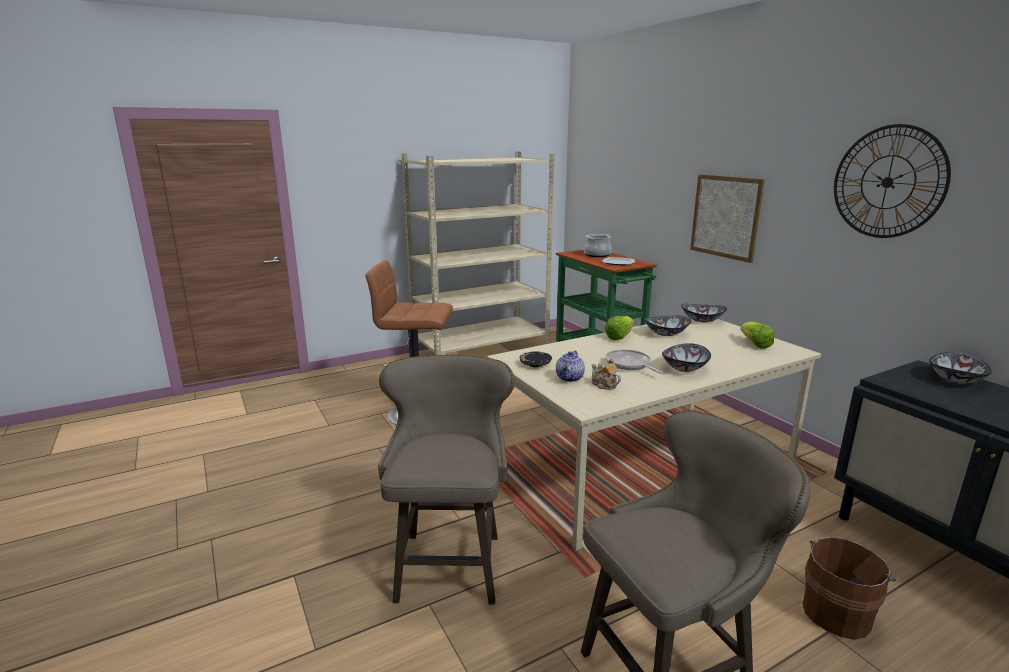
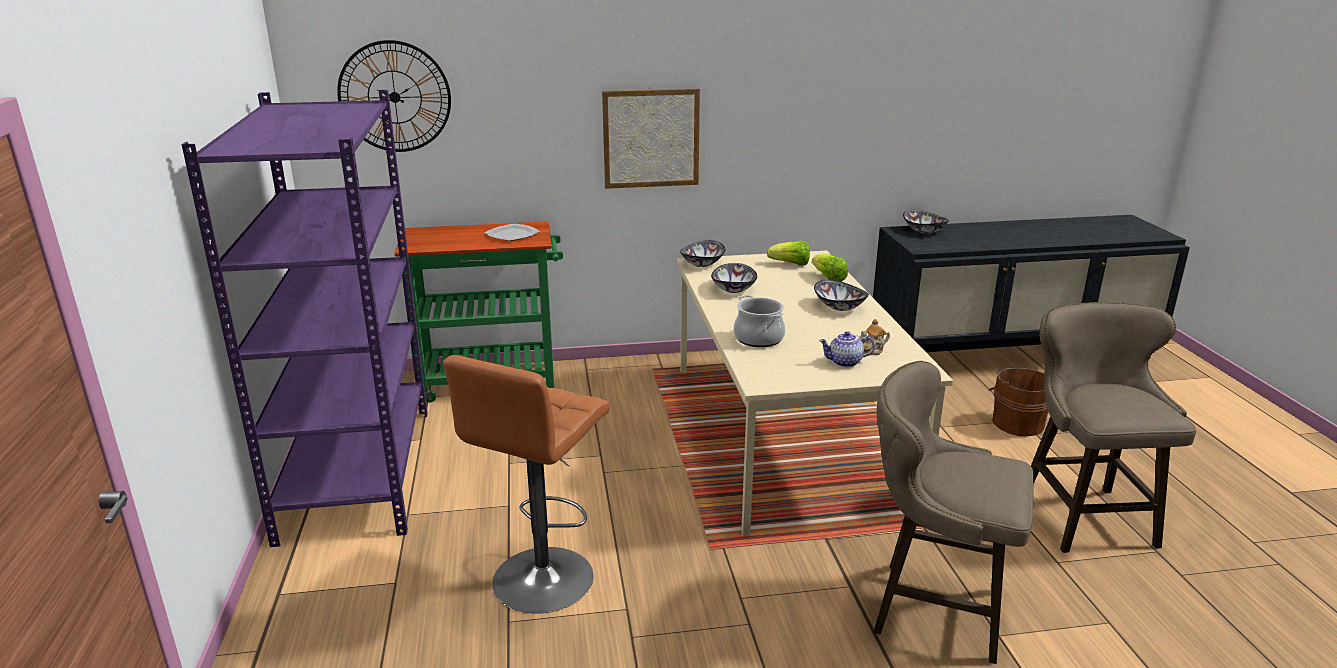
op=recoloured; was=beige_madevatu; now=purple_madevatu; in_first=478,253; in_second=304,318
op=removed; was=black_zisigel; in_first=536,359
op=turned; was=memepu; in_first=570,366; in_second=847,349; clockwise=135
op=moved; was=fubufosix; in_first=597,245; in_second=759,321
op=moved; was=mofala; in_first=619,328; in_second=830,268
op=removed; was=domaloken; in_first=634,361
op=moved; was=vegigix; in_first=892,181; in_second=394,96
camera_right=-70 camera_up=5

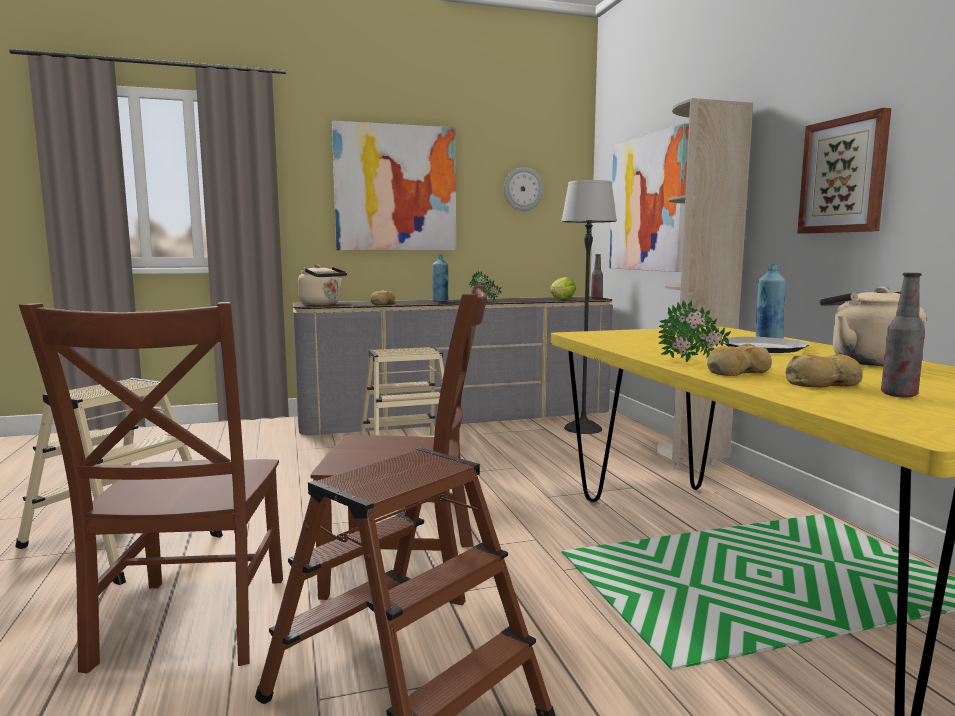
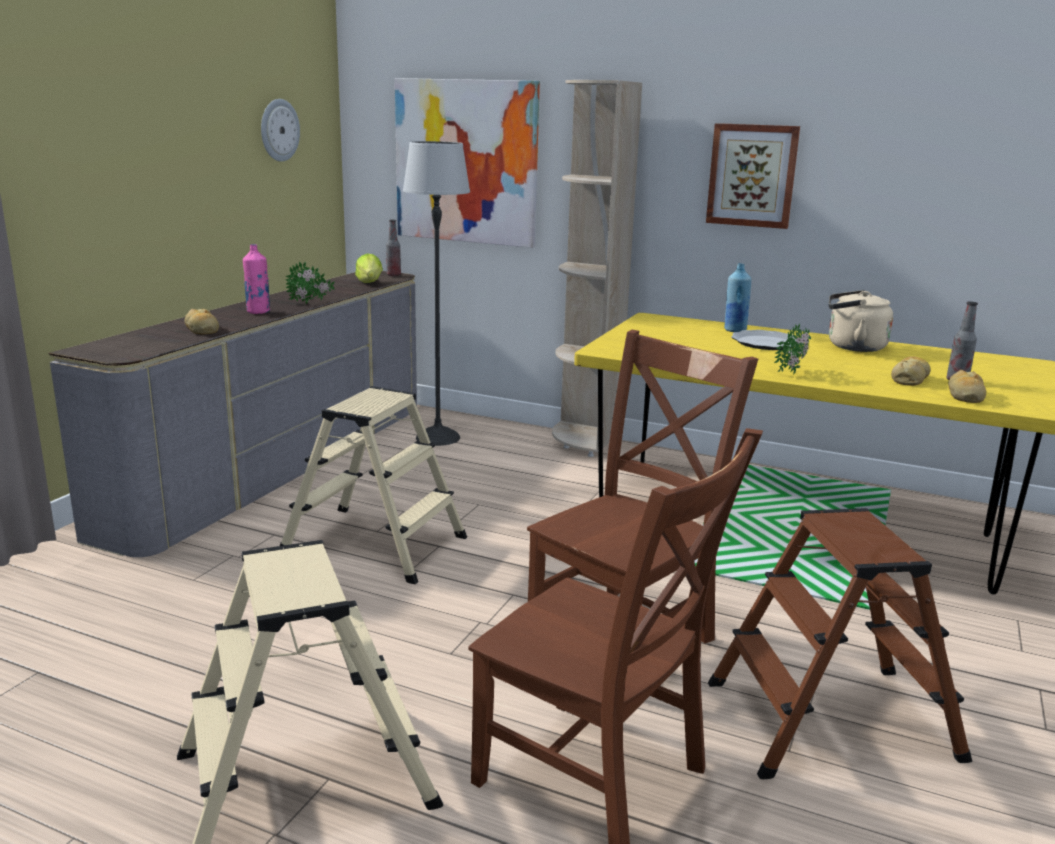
op=removed; was=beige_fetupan; in_first=322,285
op=removed; was=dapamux; in_first=394,185
op=recoloured; was=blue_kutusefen; now=pink_kutusefen; in_first=440,278; in_second=256,279
op=moved; was=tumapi; in_first=739,360; in_second=967,386
camera_right=-50 camera_up=10

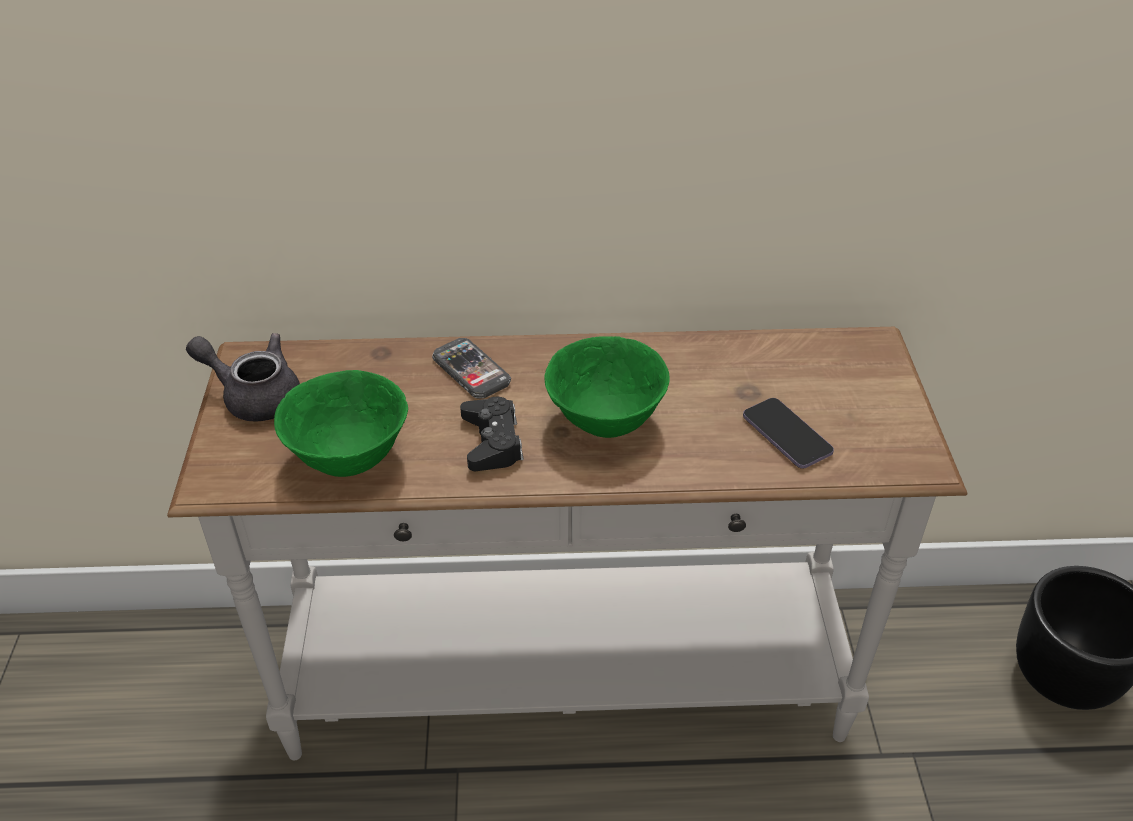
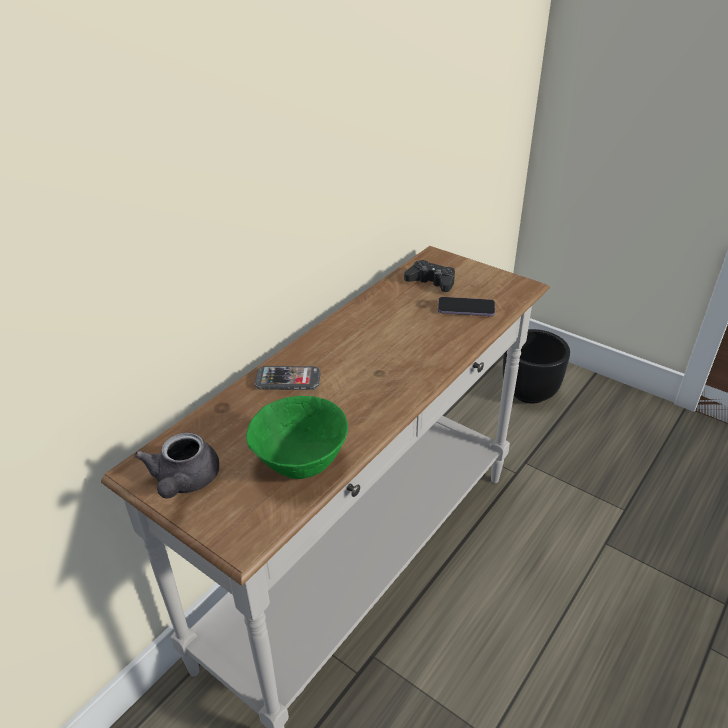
op=turned; was=grey_memepu; in_first=243,377; in_second=176,465; clockwise=-60
op=moved; was=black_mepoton; in_first=492,434; in_second=429,276
op=removed; was=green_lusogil; in_first=607,387
camera_right=-50 camera_up=-5

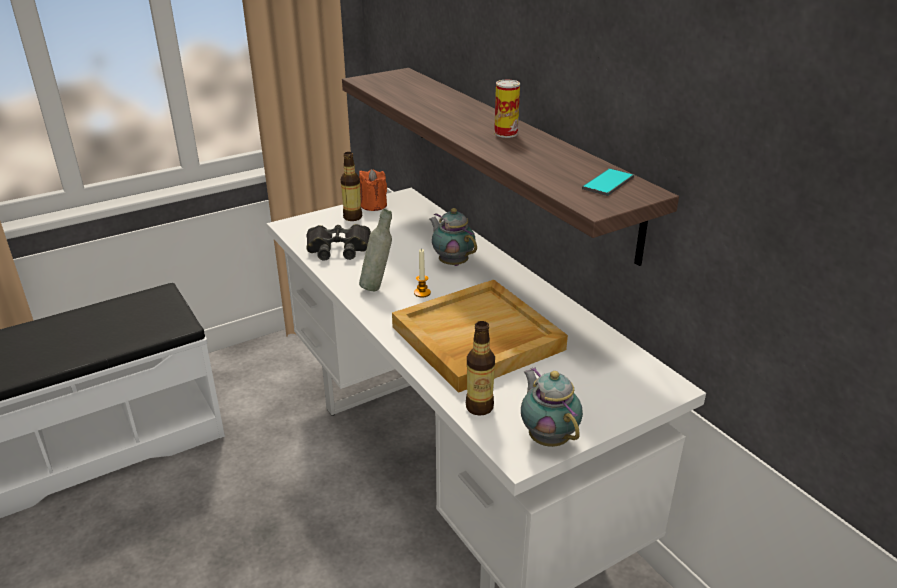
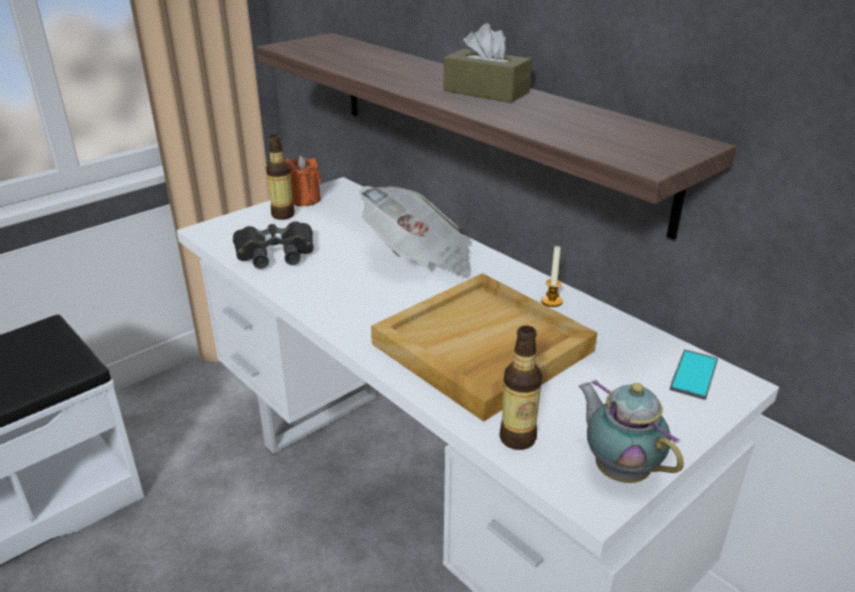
op=removed; was=grey_kutusefen; in_first=375,250
op=moved; was=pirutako; in_first=422,273; in_second=552,276
op=replaced; was=memepu; now=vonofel; in_first=453,237; in_second=415,231
op=replaced; was=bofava; now=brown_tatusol; in_first=507,109; in_second=488,63
op=moved; was=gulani; in_first=608,182; in_second=694,375
camera_right=-10 camera_up=0

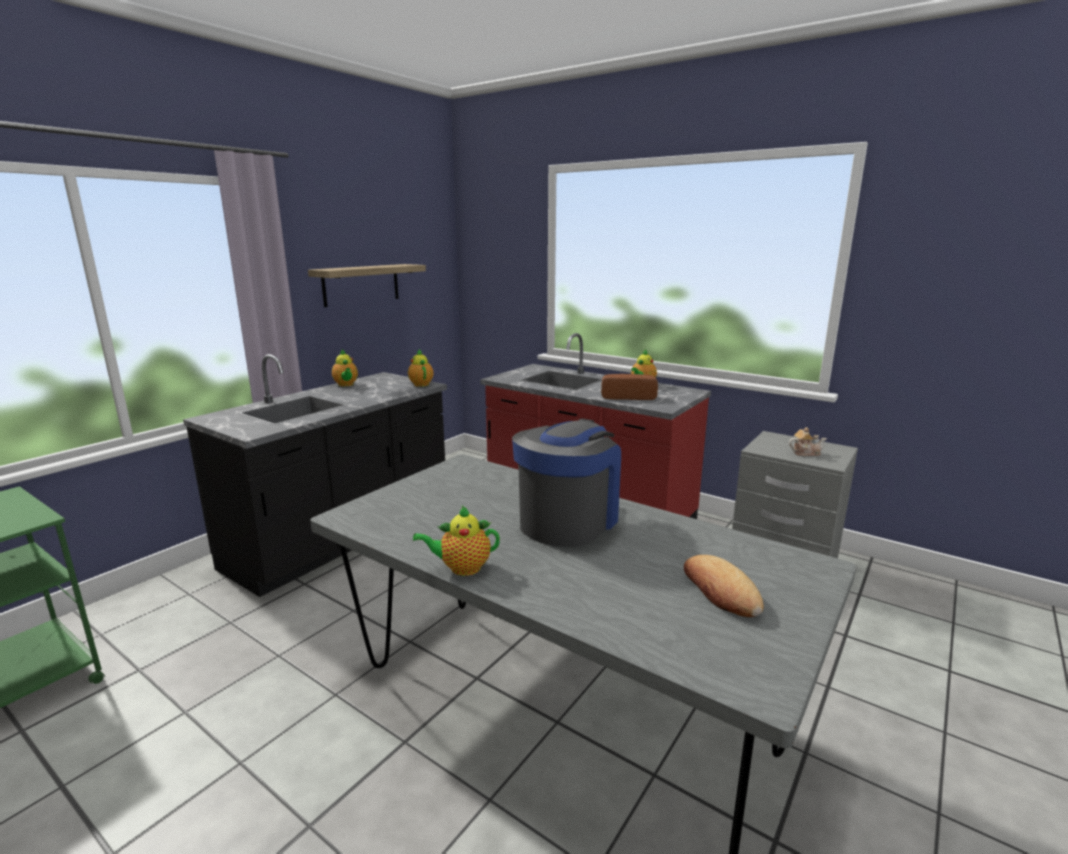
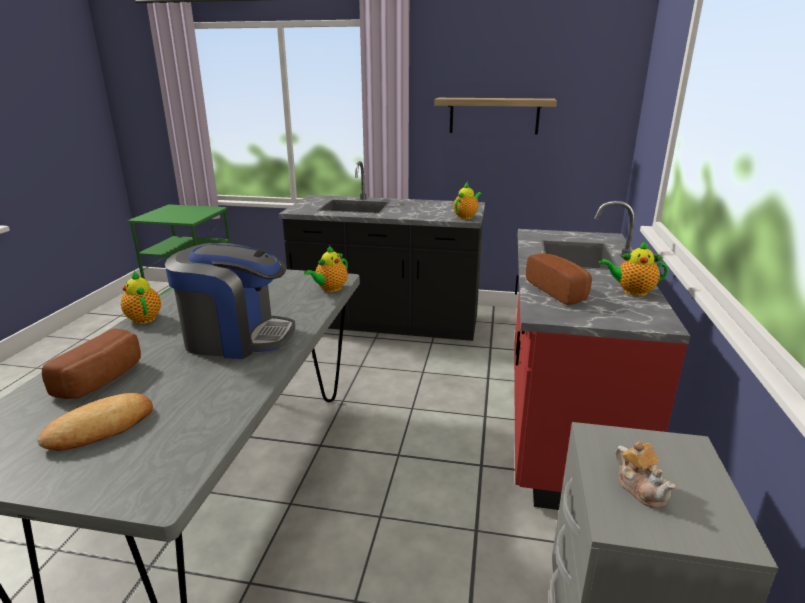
op=moved; was=memepu; in_first=345,367; in_second=326,269
op=added; now=tumapi; in_second=91,363
camera_right=65 camera_up=5

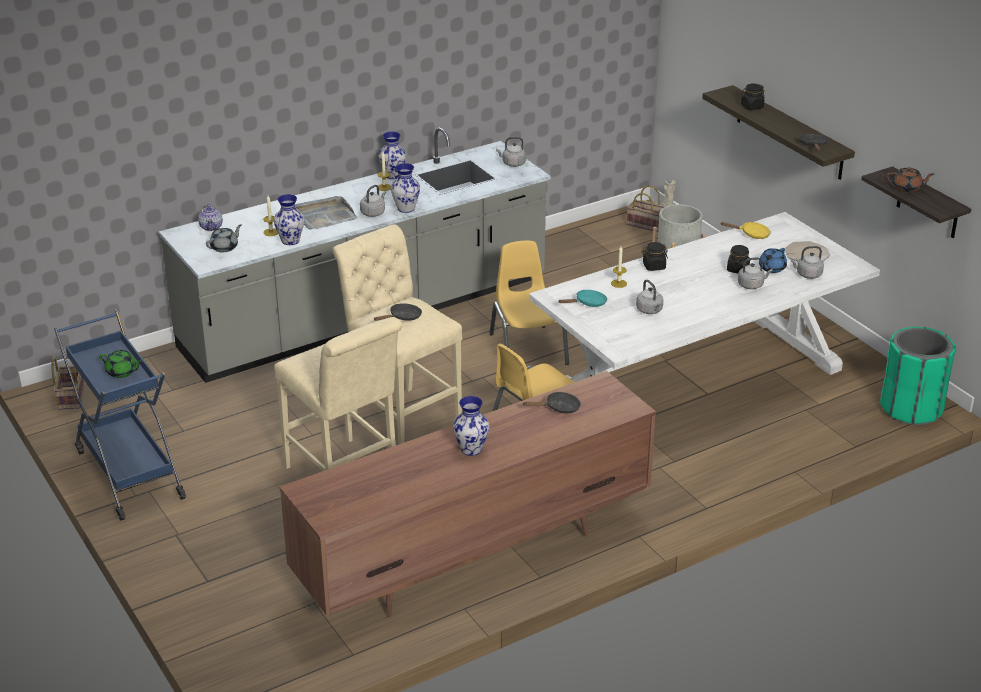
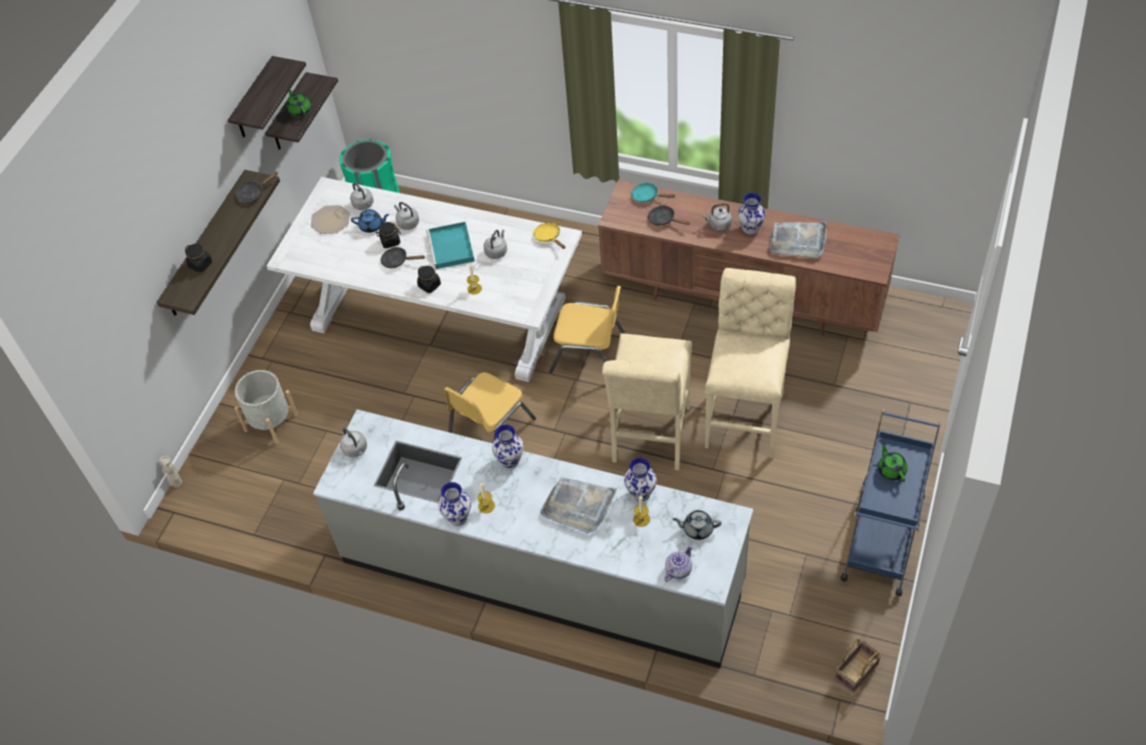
op=moved; was=grey_fetupan; in_first=373,201; in_second=717,217
op=moved; was=black_domaloken; in_first=398,312; in_second=402,257
op=moved; was=turquoise_domaloken; in_first=582,298; in_second=653,193
op=removed; was=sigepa; in_first=646,208
op=moved; was=yellow_domaloken; in_first=746,230; in_second=549,236
op=recoloured; was=brown_memepu; now=green_memepu; in_first=910,180; in_second=298,103
op=added; now=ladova; in_second=267,97
op=added; now=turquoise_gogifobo; in_second=450,245
op=added; now=grey_gogifobo; in_second=798,239
camera_right=-125 camera_up=20

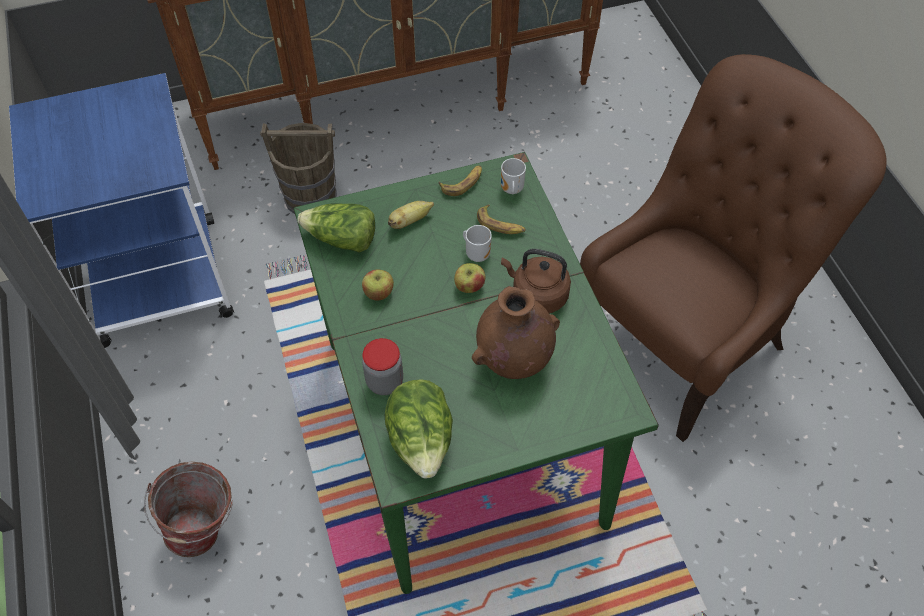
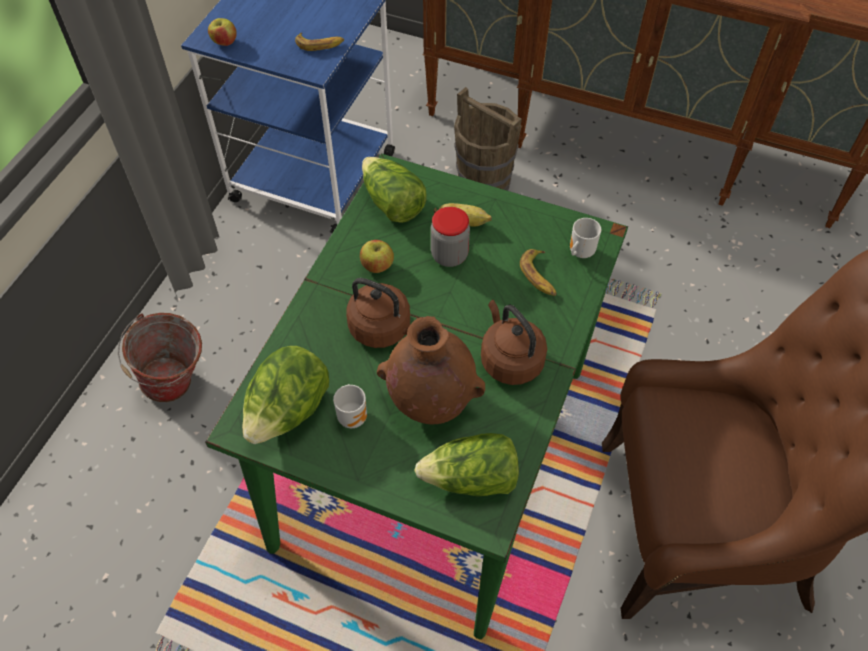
op=moved; was=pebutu; in_first=382,366; in_second=450,237
op=moved; was=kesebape; in_first=460,180; in_second=319,42
op=moved; was=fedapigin; in_first=469,278; in_second=222,32
op=moved; was=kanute; in_first=477,243; in_second=350,406
op=added; now=brown_fetupan; in_second=378,313
op=added; now=mofala; in_second=466,465
camera_right=40 camera_up=0

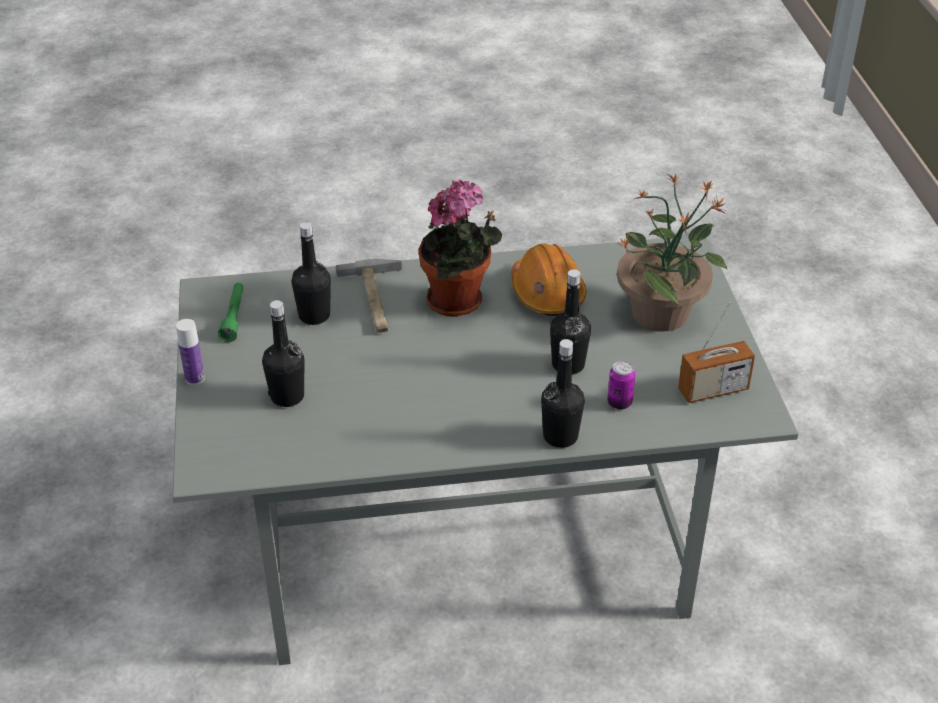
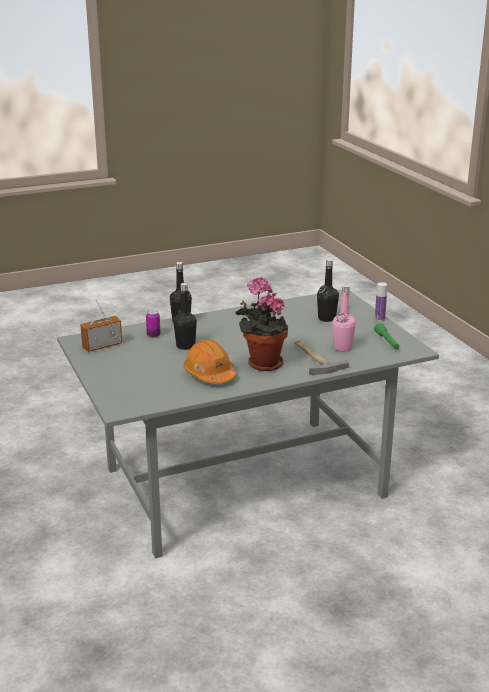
op=recoloured; was=black_kutusefen; now=pink_kutusefen; in_first=311,273; in_second=344,318
op=removed; was=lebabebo; in_first=672,253
camera_right=165 camera_up=-15

